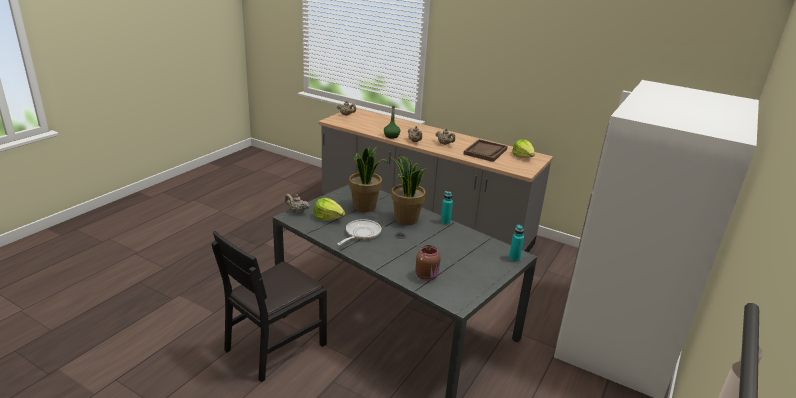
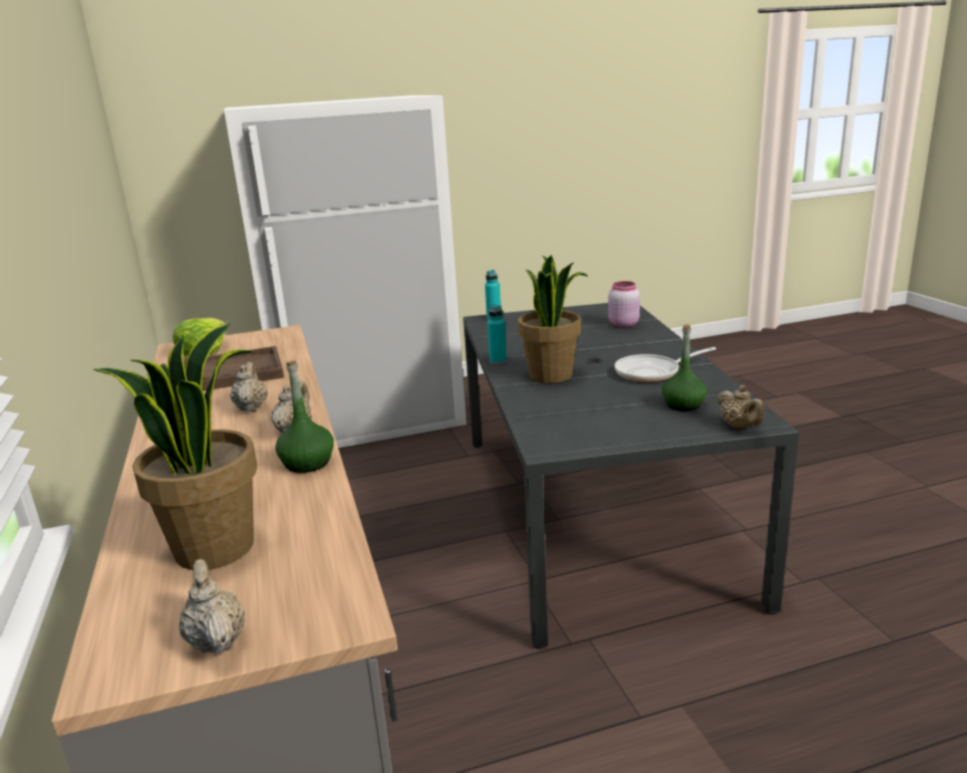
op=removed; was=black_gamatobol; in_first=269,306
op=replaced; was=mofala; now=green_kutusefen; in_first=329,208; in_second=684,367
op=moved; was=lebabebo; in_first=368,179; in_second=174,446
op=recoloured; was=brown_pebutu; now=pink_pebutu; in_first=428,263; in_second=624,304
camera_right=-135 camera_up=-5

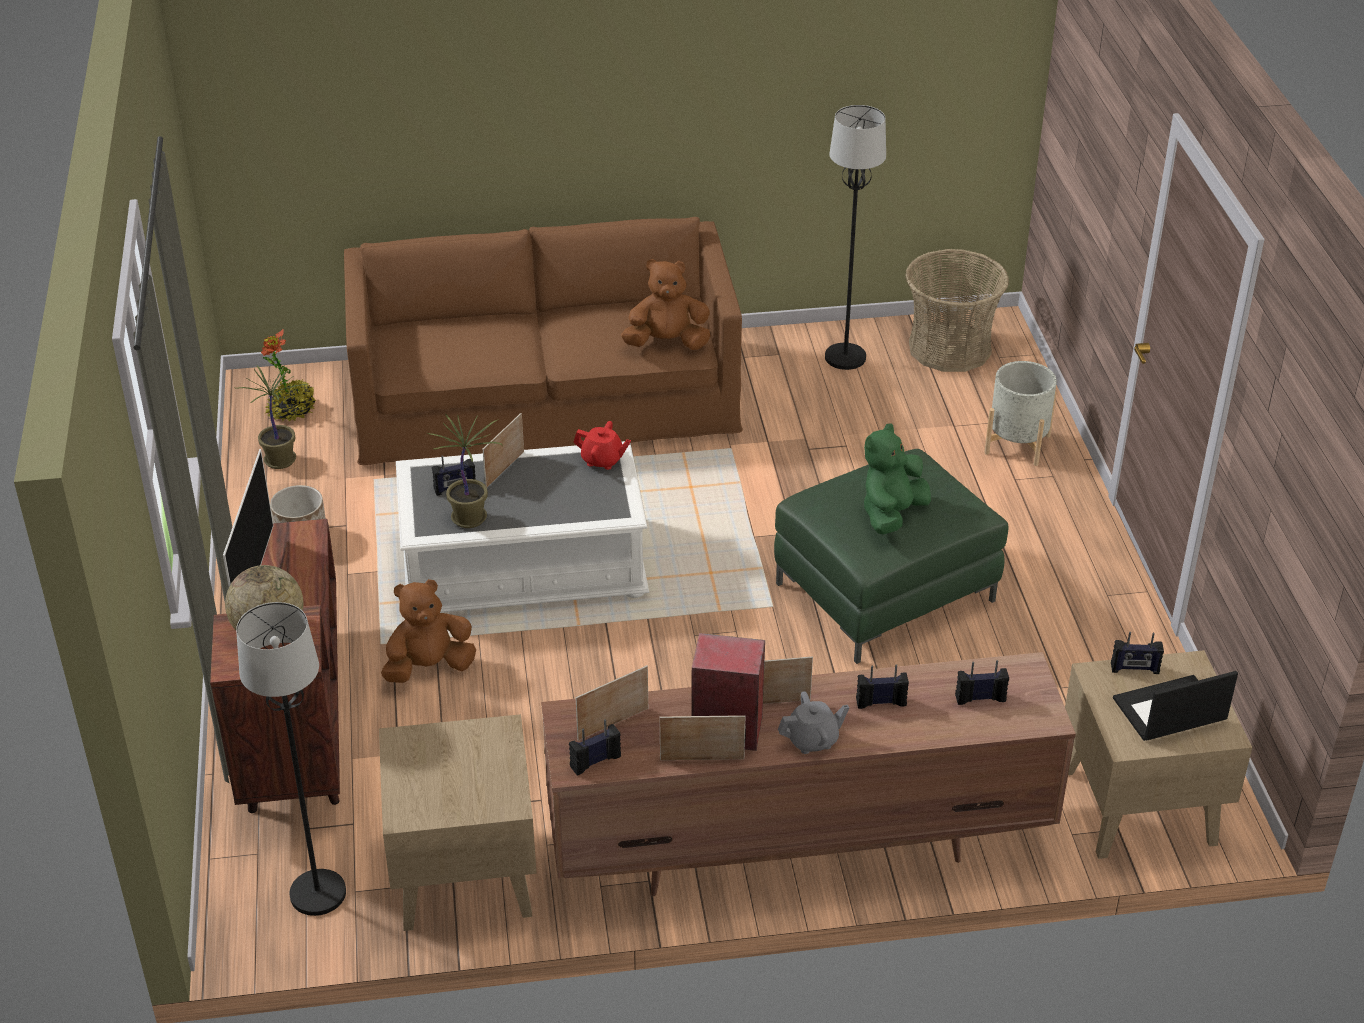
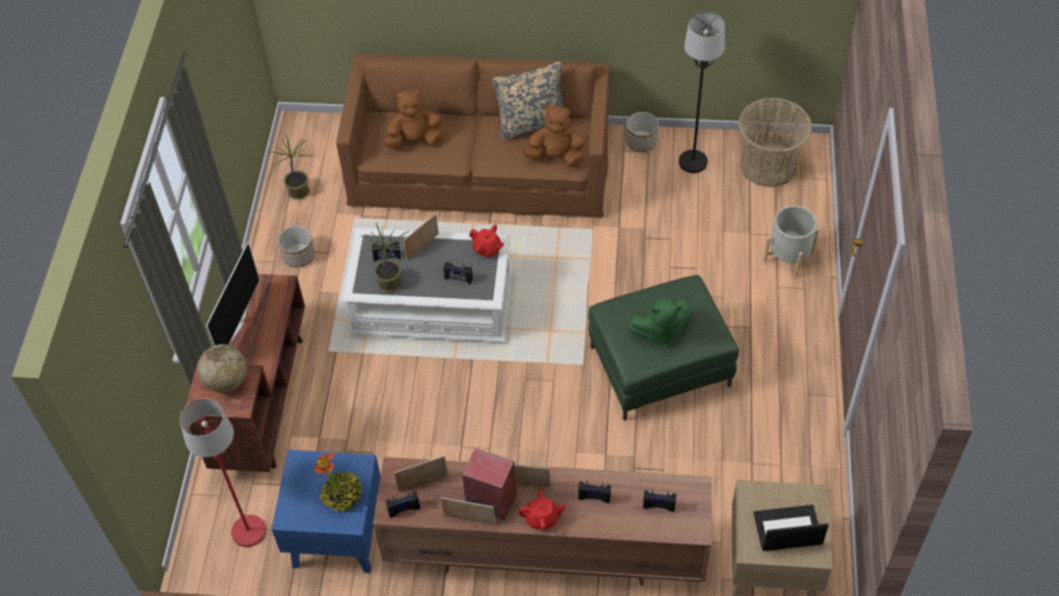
op=recoloured; was=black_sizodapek; now=red_sizodapek; in_first=291,759; in_second=223,472
op=moved; was=lebabebo; in_first=288,375; in_second=338,482
op=recoloured; was=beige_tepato; now=blue_tepato; in_first=458,822; in_second=326,511
op=moved; was=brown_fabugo; in_first=428,631; in_second=413,119
op=recoloured; was=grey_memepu; now=red_memepu; in_first=813,722; in_second=542,508
op=turned; was=green_fabugo; in_first=897,479; in_second=660,323; clockwise=-150
op=moved; was=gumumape; in_first=1137,653; in_second=458,272
op=added; now=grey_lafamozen; in_second=528,100
op=added; now=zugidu; in_second=642,132
camera_right=15 camera_up=15

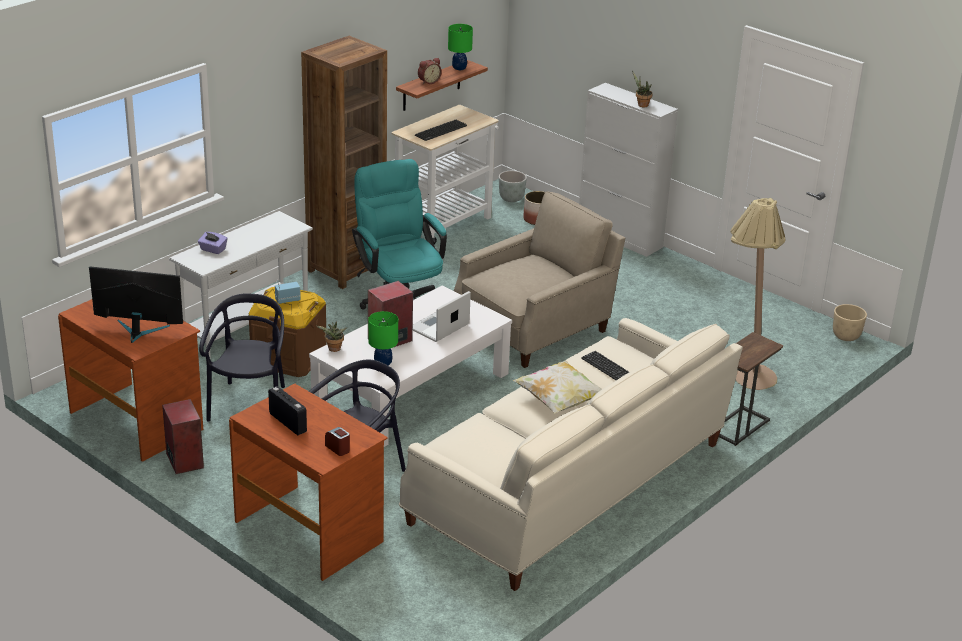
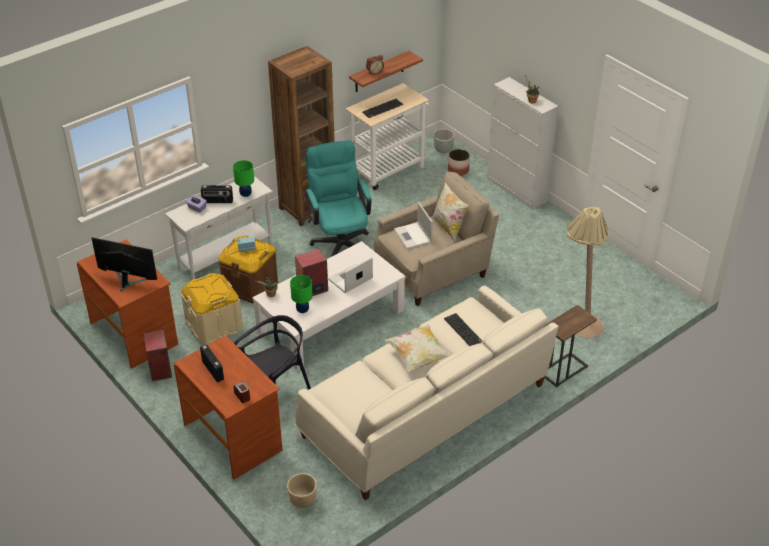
op=replaced; was=black_gamatobol; now=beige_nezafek; in_first=242,357; in_second=212,309
op=moved; was=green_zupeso; in_first=460,47; in_second=243,178
op=moved; was=beige_zugidu; in_first=850,322; in_second=302,491
op=added; now=gumumape; in_second=217,194
op=added; now=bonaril; in_second=413,225
op=added; now=lafamozen; in_second=450,212
camera_right=10 camera_up=10

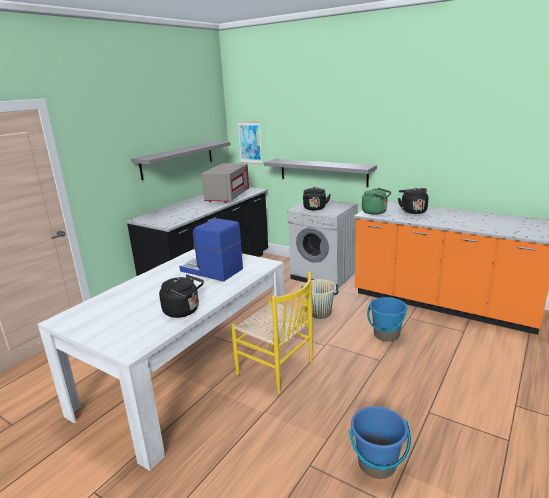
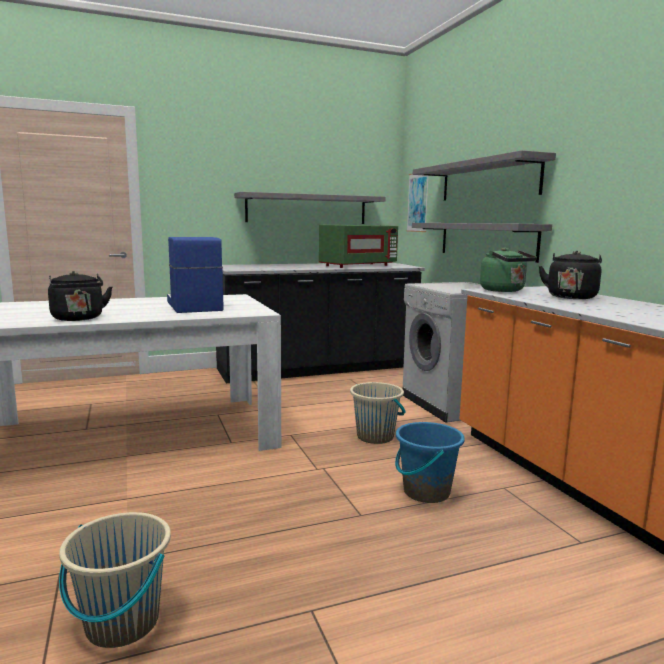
op=recoloured; was=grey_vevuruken; now=green_vevuruken; in_first=225,183; in_second=358,246
op=removed; was=yellow_gamatobol; in_first=272,333
op=removed; was=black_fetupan; in_first=317,198
op=recoloured; was=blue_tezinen; now=beige_tezinen; in_first=380,442; in_second=115,580
op=added; now=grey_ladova; in_second=484,175
camera_right=35 camera_up=-10

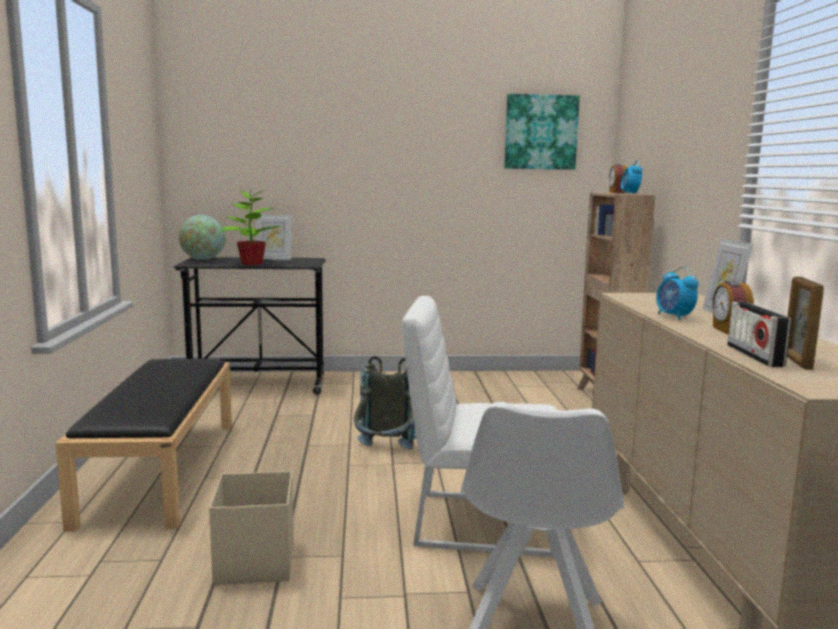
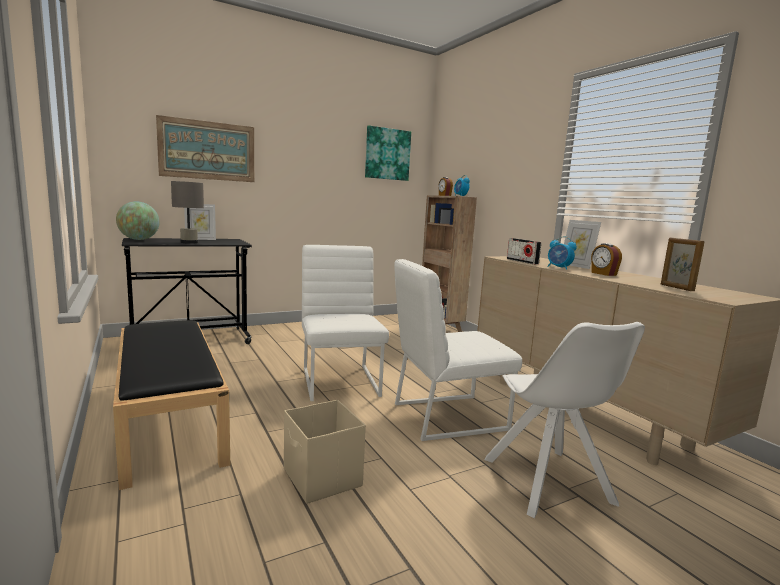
op=replaced; was=lebabebo; now=grey_zupeso; in_first=251,227; in_second=187,212
op=replaced; was=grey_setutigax; now=white_gamatobol; in_first=385,402; in_second=345,323
op=moved; was=gumumape; in_first=759,334; in_second=524,251
op=added; now=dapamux; in_second=205,148
camera_right=-25 camera_up=0

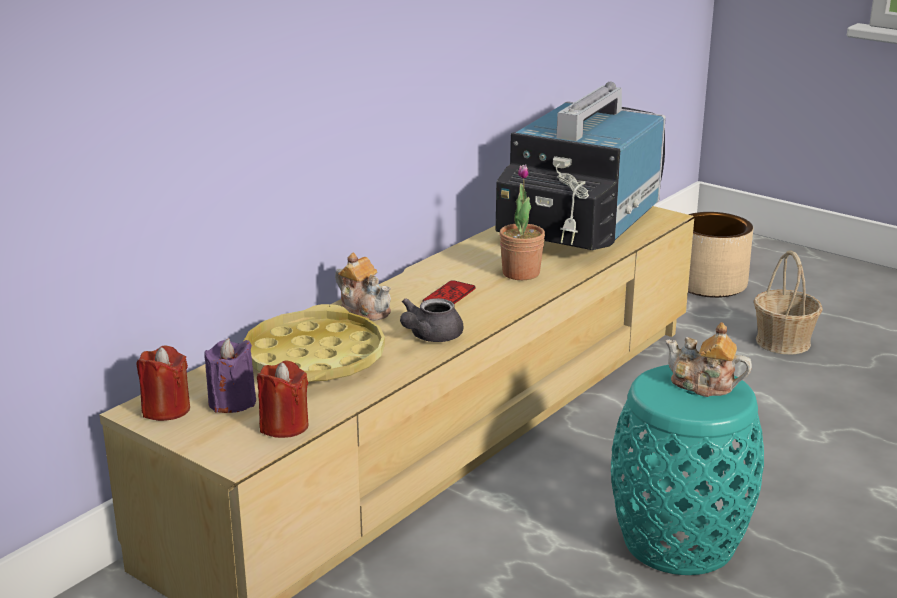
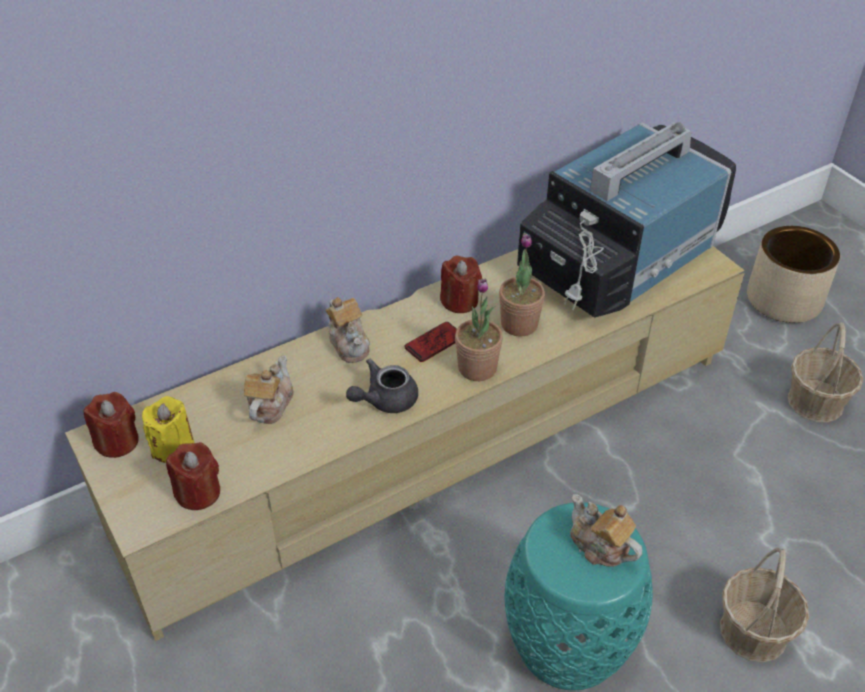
op=recoloured; was=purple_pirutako; now=yellow_pirutako; in_first=230,375; in_second=168,429
op=replaced; was=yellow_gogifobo; now=memepu; in_first=314,343; in_second=269,389
op=added; now=red_pirutako; in_second=461,284
op=added; now=lebabebo; in_second=479,330
op=added; now=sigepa; in_second=764,605
camera_right=20 camera_up=20

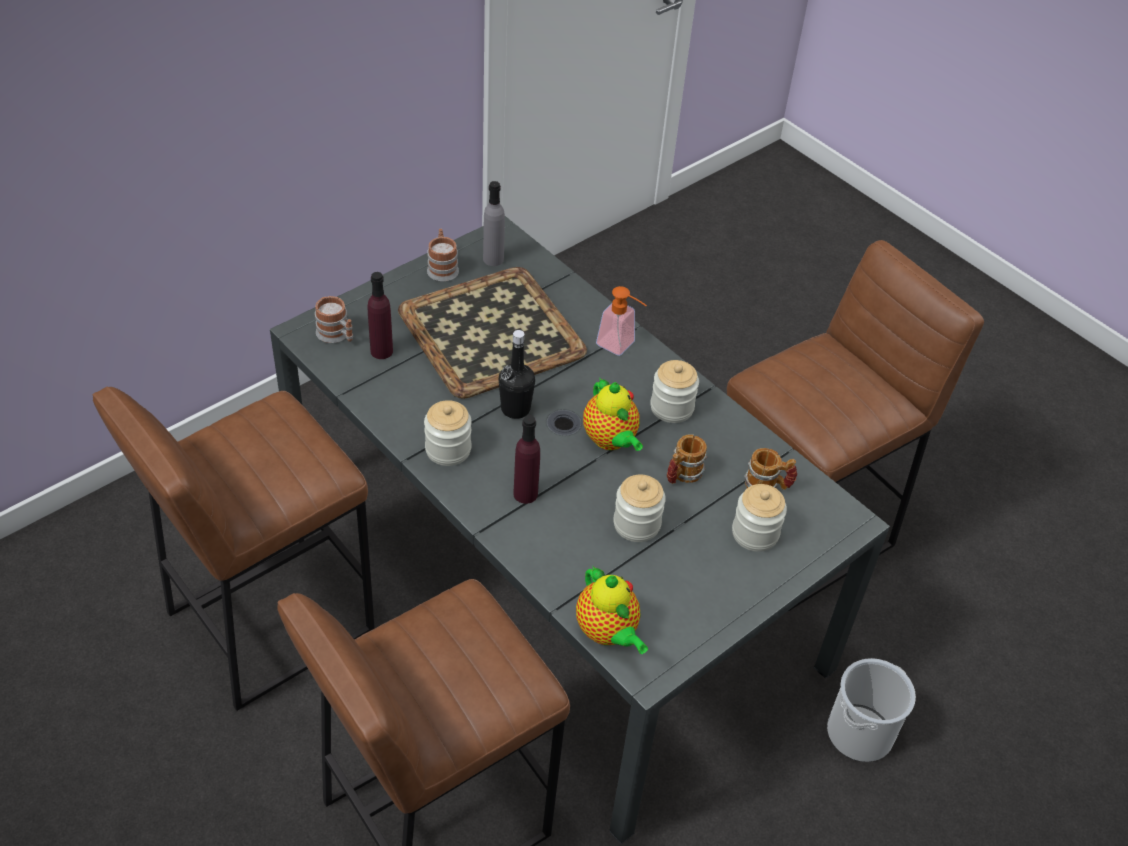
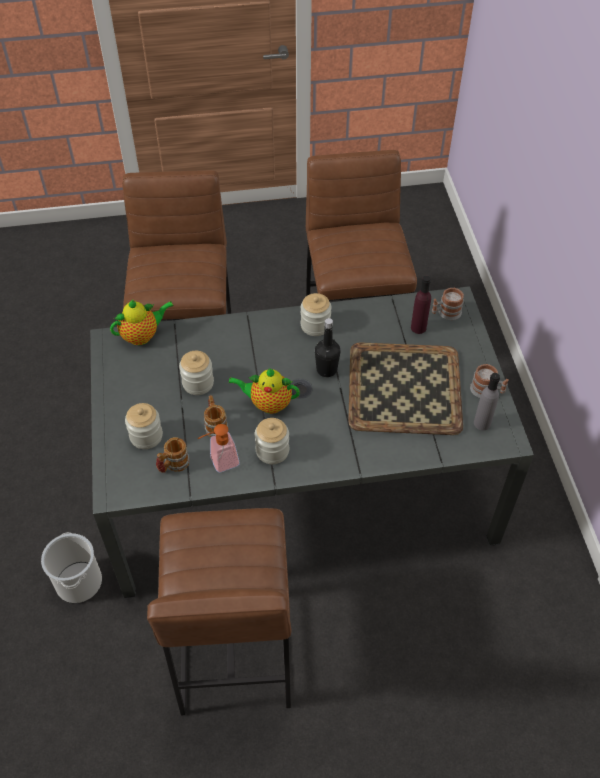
op=removed; was=purple_kutusefen; in_first=526,459
op=turned; was=memepu; in_first=612,610; in_second=141,322; clockwise=150
op=moved; was=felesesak; in_first=621,321; in_second=219,448
camera_right=125 camera_up=5

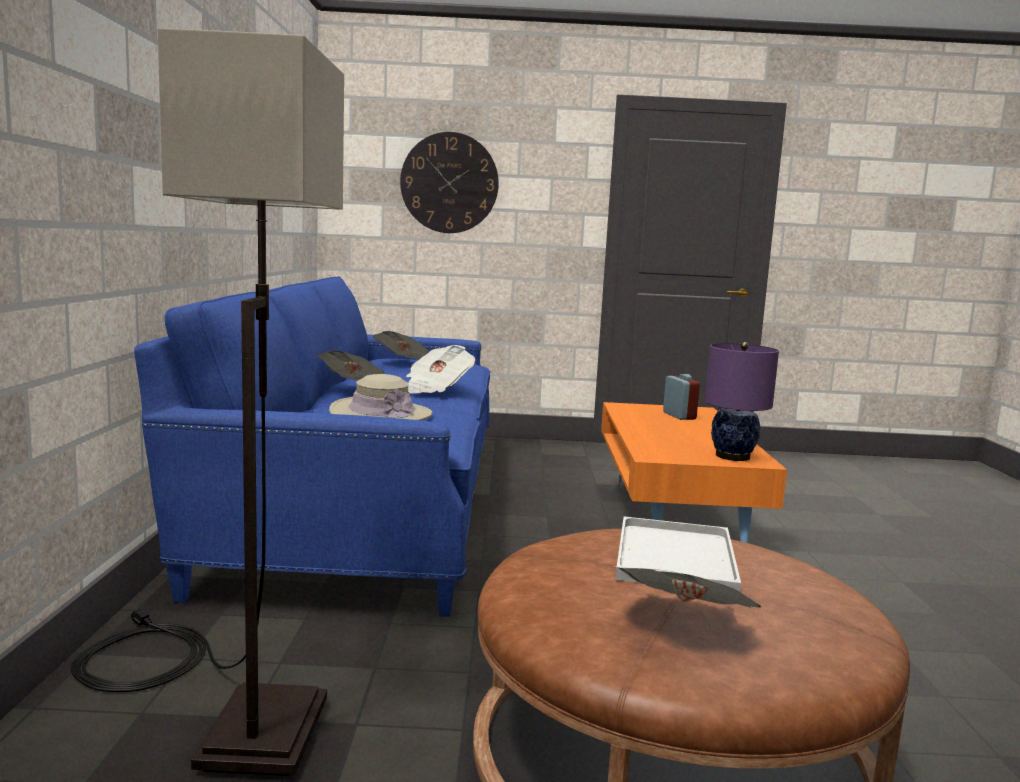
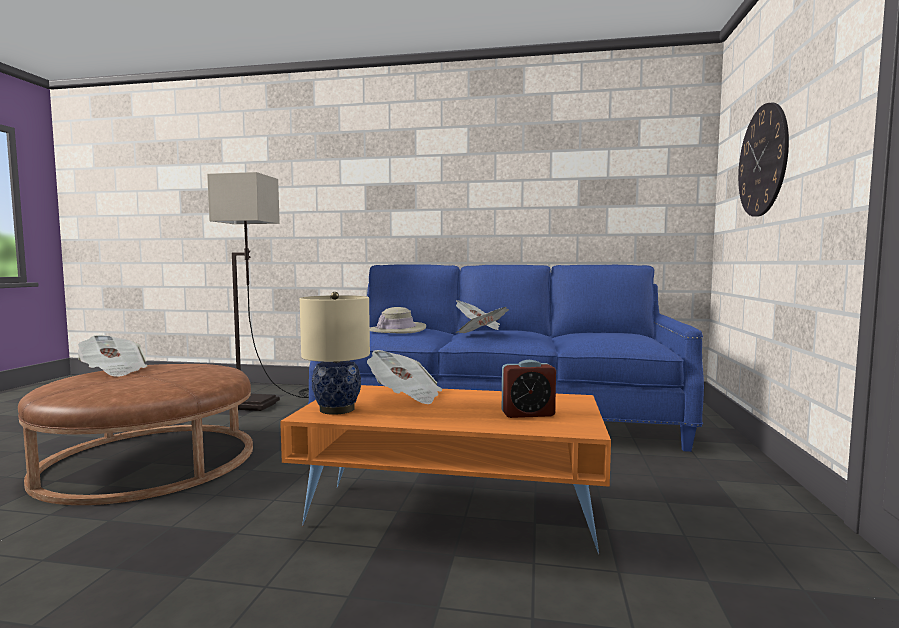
op=moved; was=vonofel; in_first=401,345; in_second=404,377
op=removed; was=white_gogifobo; in_first=678,554
op=recoloured; was=purple_zupeso; now=beige_zupeso; in_first=742,401; in_second=335,353
camera_right=100 camera_up=-5

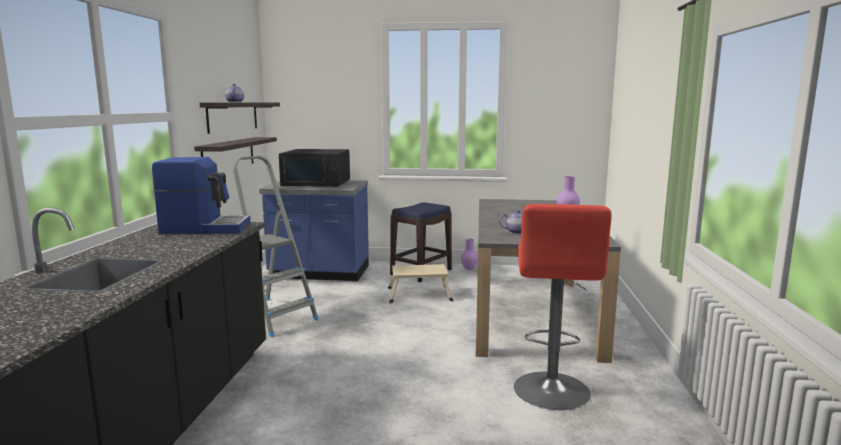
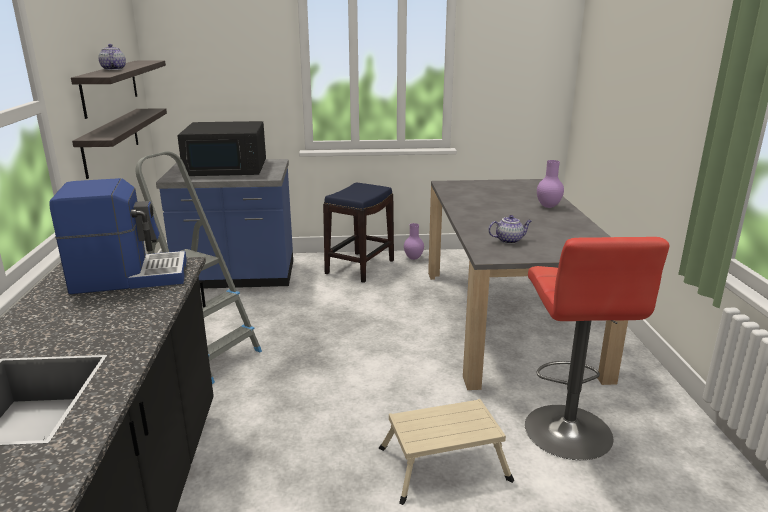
op=moved; was=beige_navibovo; in_first=421,283; in_second=446,452
camera_right=-10 camera_up=10

